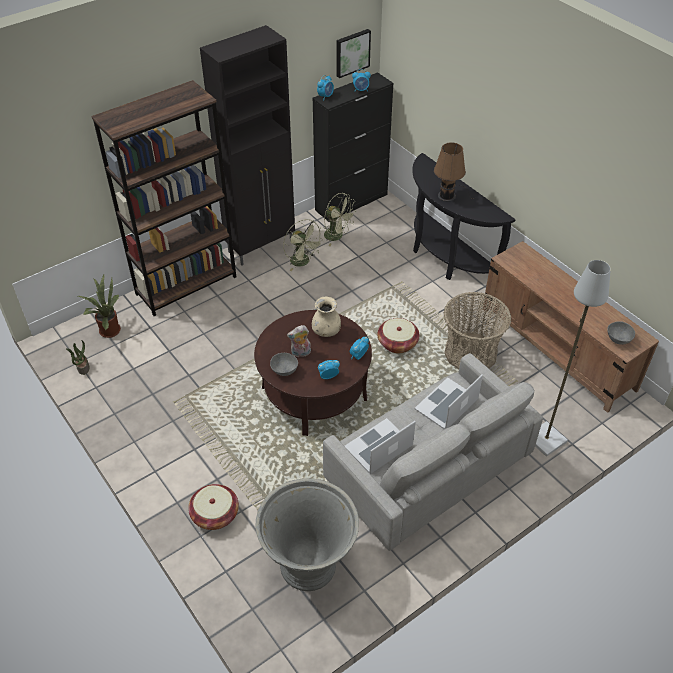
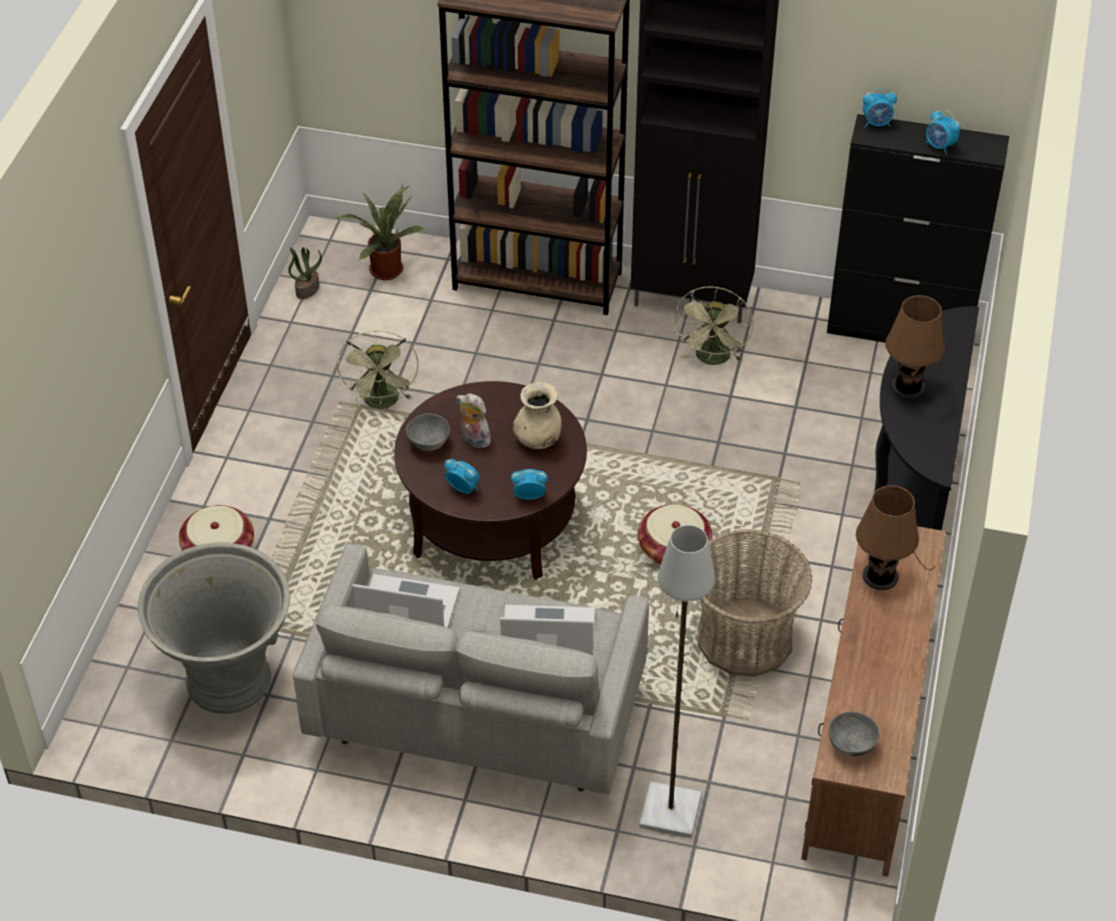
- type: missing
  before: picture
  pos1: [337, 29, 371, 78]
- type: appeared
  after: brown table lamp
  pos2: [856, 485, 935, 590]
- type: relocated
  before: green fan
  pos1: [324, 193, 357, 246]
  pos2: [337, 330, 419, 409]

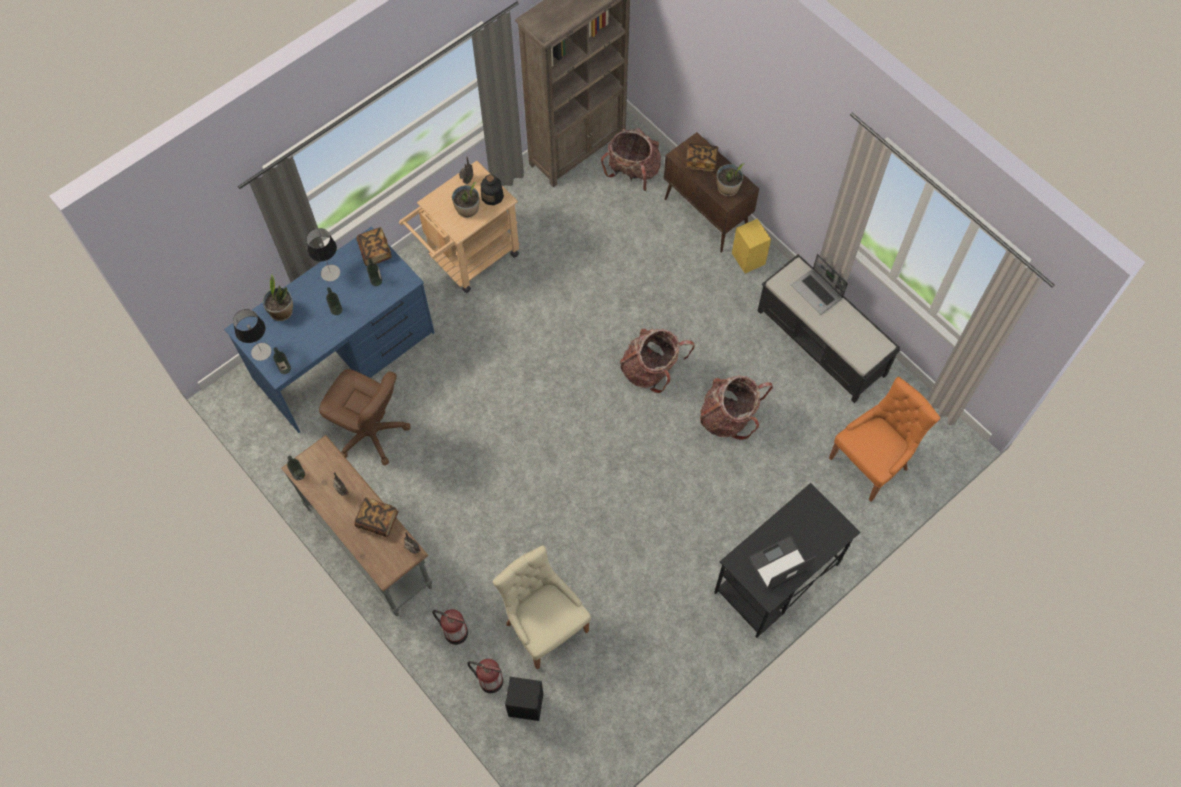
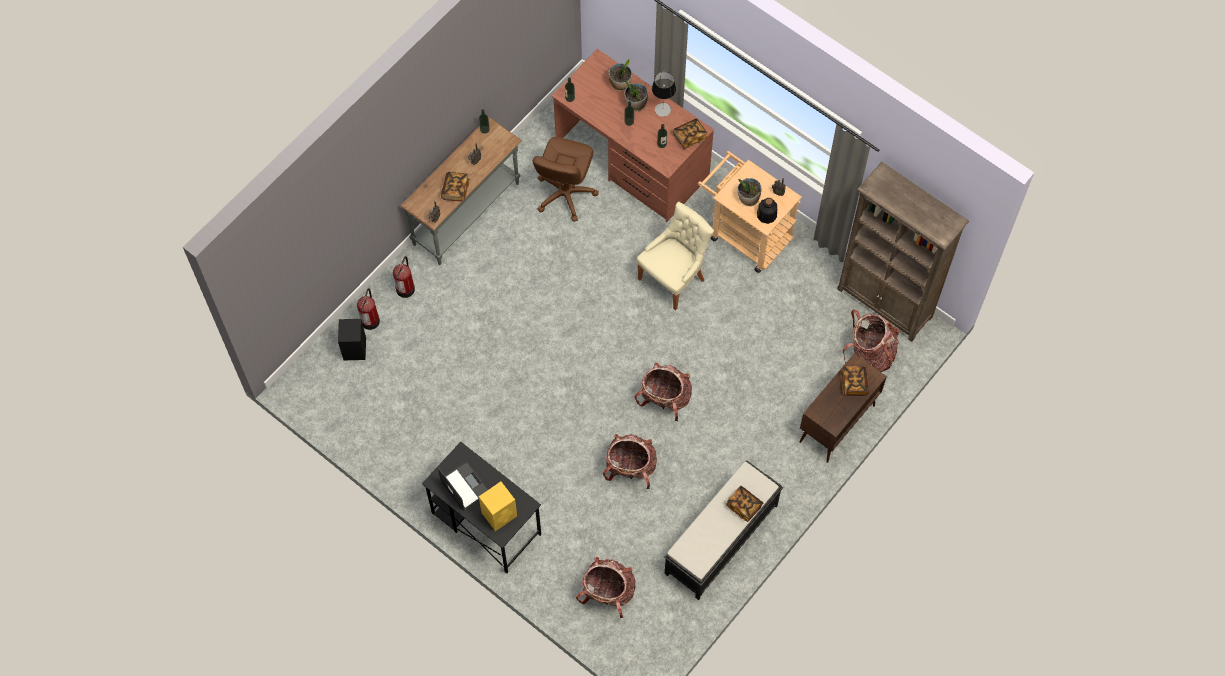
- type: missing
  before: table lamp
  pos1: [233, 309, 271, 361]
- type: relocated
  before: beige chair
  pos1: [493, 545, 591, 670]
  pos2: [637, 202, 714, 310]
- type: relocated
  before: potted plant
  pos1: [717, 163, 744, 196]
  pos2: [624, 80, 648, 111]
- type: relocated
  before: yellow speaker
  pos1: [732, 219, 771, 273]
  pos2: [479, 482, 517, 531]
- type: exchanged
  before: laptop
  after: book
  pos1: [791, 254, 848, 314]
  pos2: [726, 486, 763, 522]
- type: exchanged
  before: orange chair
  after: backpack
  pos1: [829, 377, 940, 502]
  pos2: [576, 557, 636, 618]
- type: colour
  before: blue desk
  after: brown desk
  pos1: [224, 227, 435, 433]
  pos2: [552, 49, 714, 222]

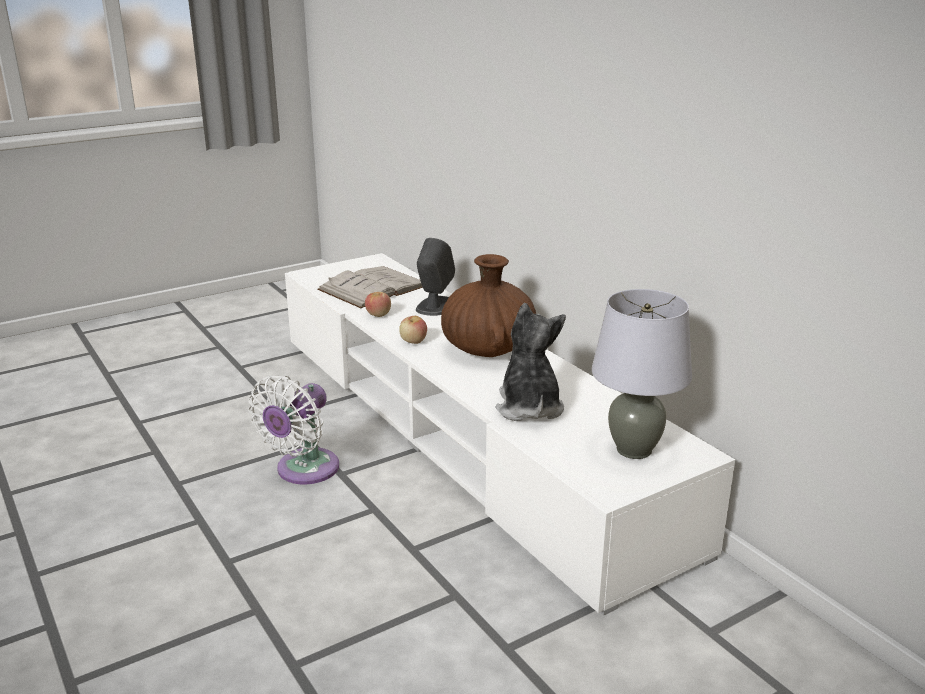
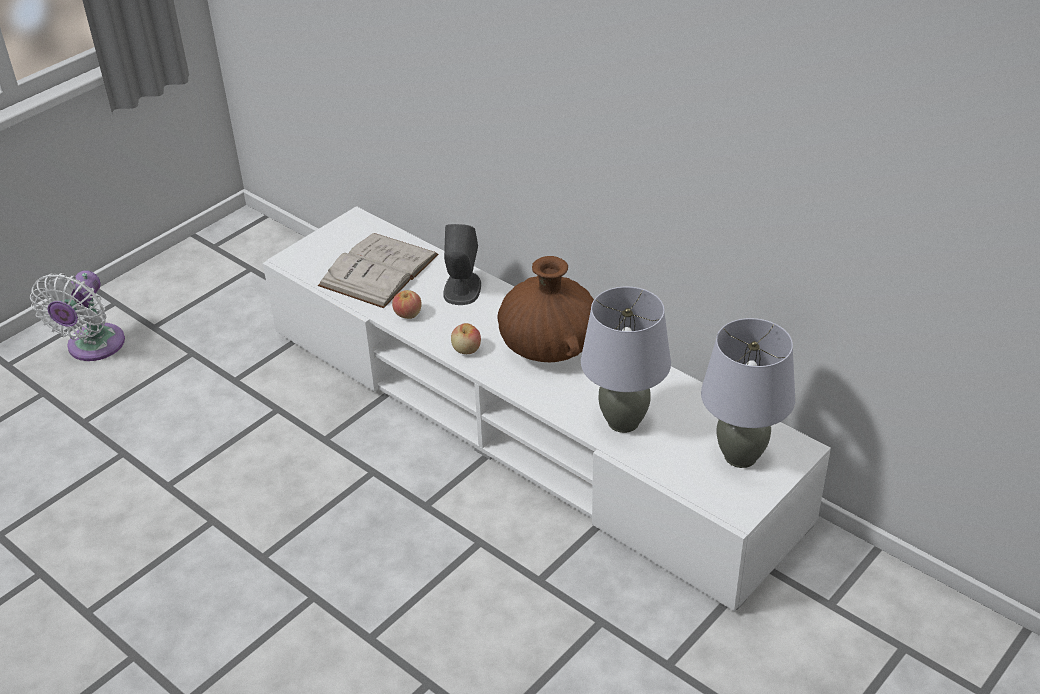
- type: relocated
  before: white fan
  pos1: [248, 375, 339, 484]
  pos2: [30, 270, 125, 361]
- type: exchanged
  before: plush toy
  after: grey table lamp
  pos1: [496, 303, 566, 421]
  pos2: [581, 287, 671, 433]

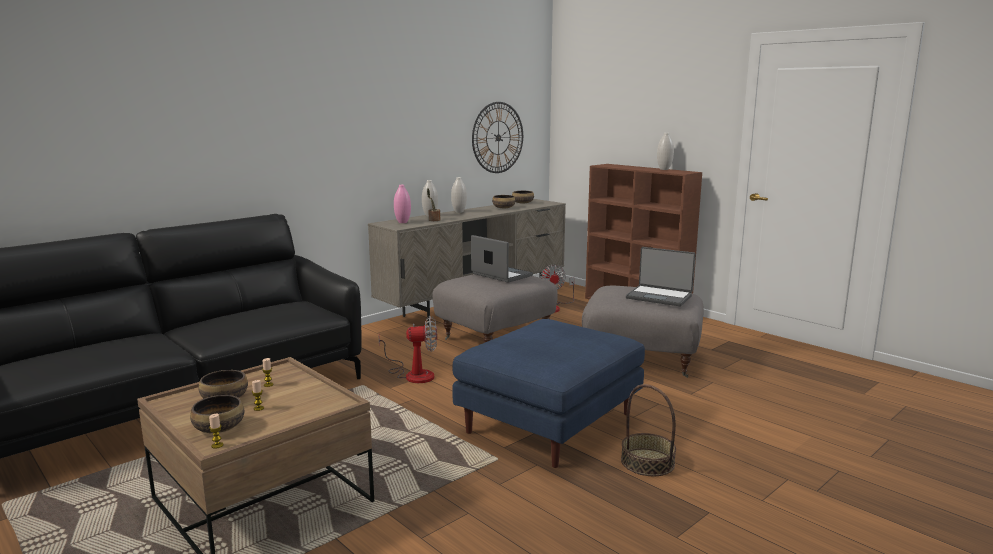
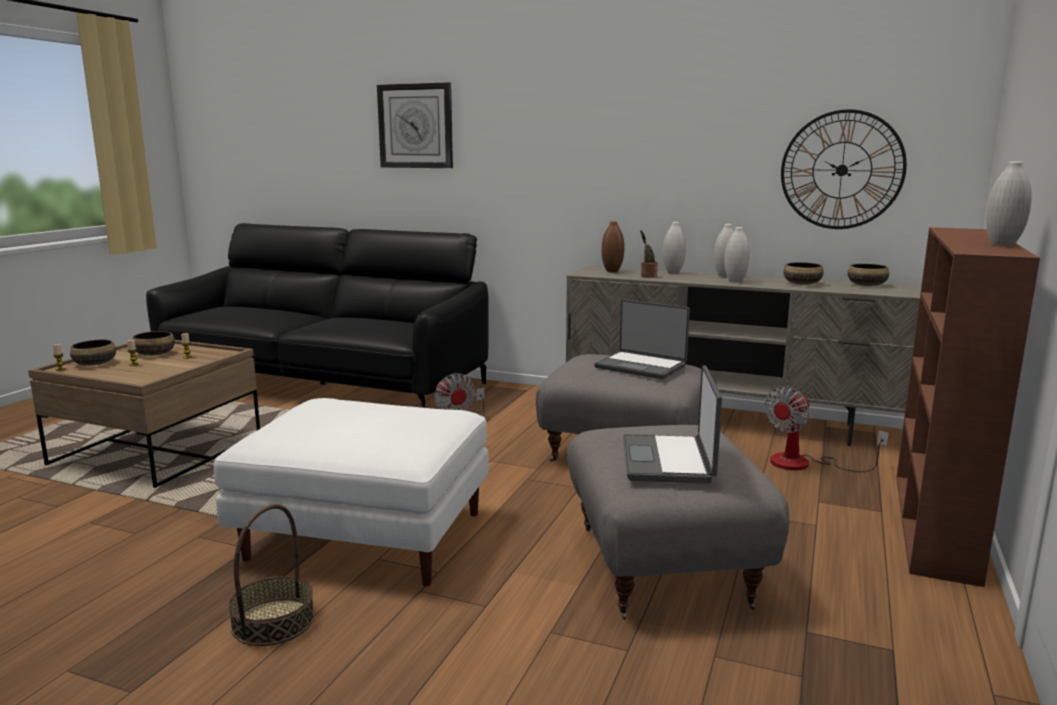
- type: appeared
  after: wall clock
  pos2: [377, 82, 453, 168]
- type: appeared
  after: white vase
  pos2: [724, 227, 750, 282]
- type: colour
  before: pink vase
  after: brown vase
  pos1: [394, 185, 411, 223]
  pos2: [602, 221, 624, 272]
- type: colour
  before: blue ottoman
  after: white ottoman
  pos1: [452, 319, 645, 468]
  pos2: [214, 398, 489, 586]
- type: spun
  before: laptop
  pos1: [471, 235, 533, 282]
  pos2: [594, 300, 690, 379]
  turn: 105

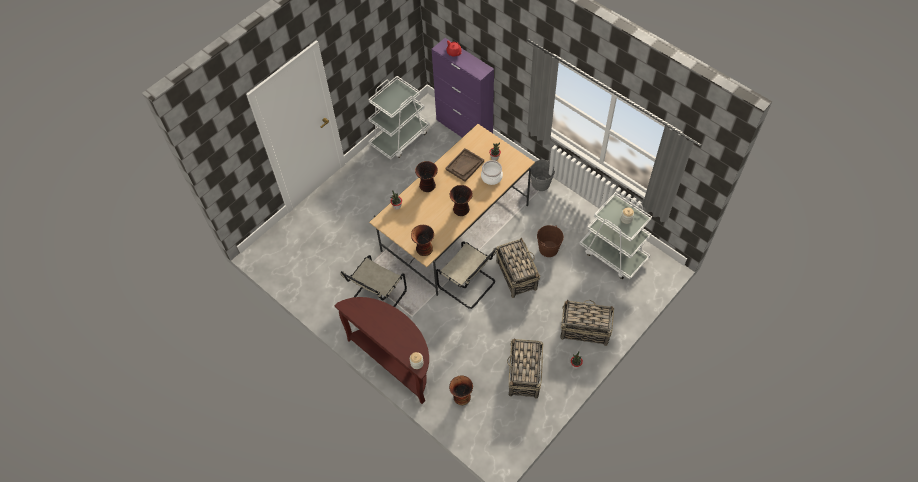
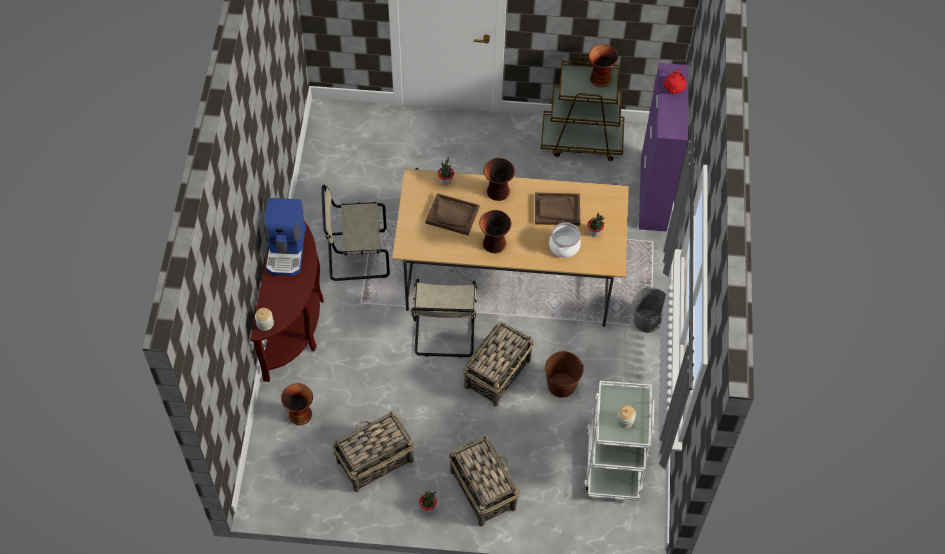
- type: appeared
  after: coffee machine
  pos2: [264, 198, 306, 277]
- type: appeared
  after: brown tray
  pos2: [425, 193, 479, 235]
- type: relocated
  before: vase
  pos1: [411, 225, 434, 256]
  pos2: [589, 45, 618, 88]
- type: colour
  before: white cart
  after: brown cart
  pos1: [368, 76, 430, 160]
  pos2: [541, 56, 624, 161]

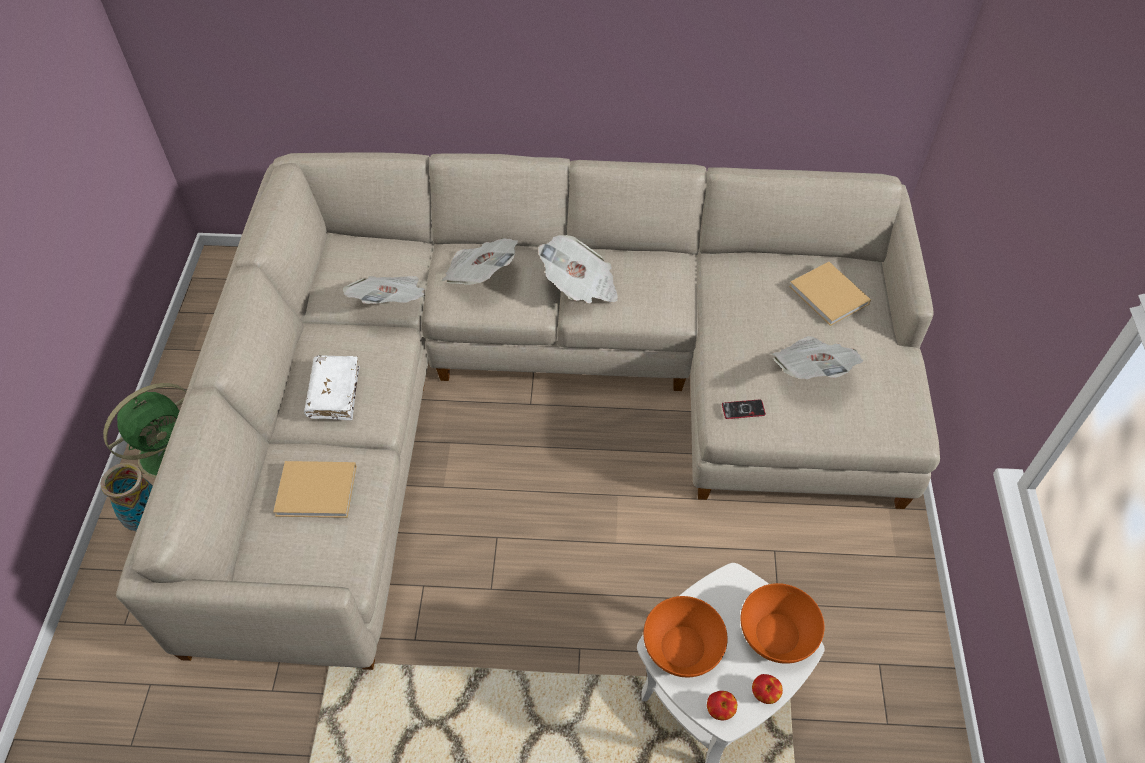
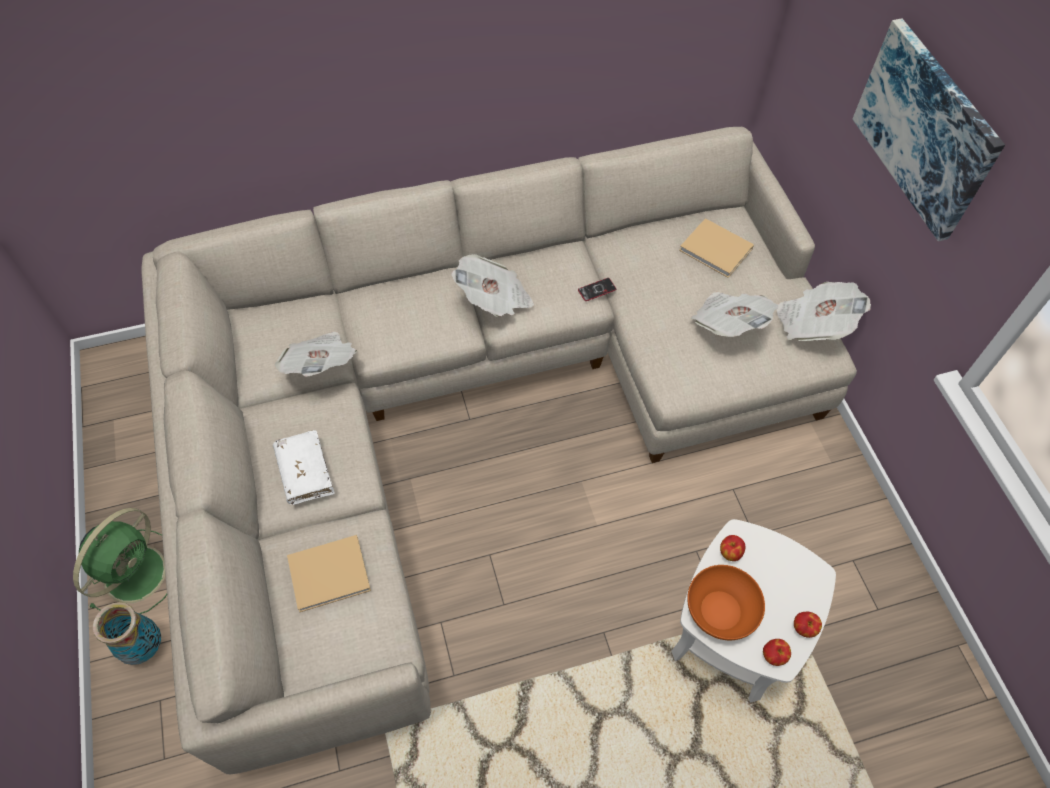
- type: missing
  before: orange bowl
  pos1: [740, 583, 824, 664]
- type: appeared
  after: apple
  pos2: [720, 535, 745, 561]
- type: appeared
  after: picture
  pos2: [853, 18, 1005, 241]
- type: relocated
  before: newspaper
  pos1: [442, 238, 518, 285]
  pos2: [777, 282, 871, 341]
- type: relocated
  before: phone
  pos1: [722, 399, 766, 419]
  pos2: [578, 278, 616, 301]

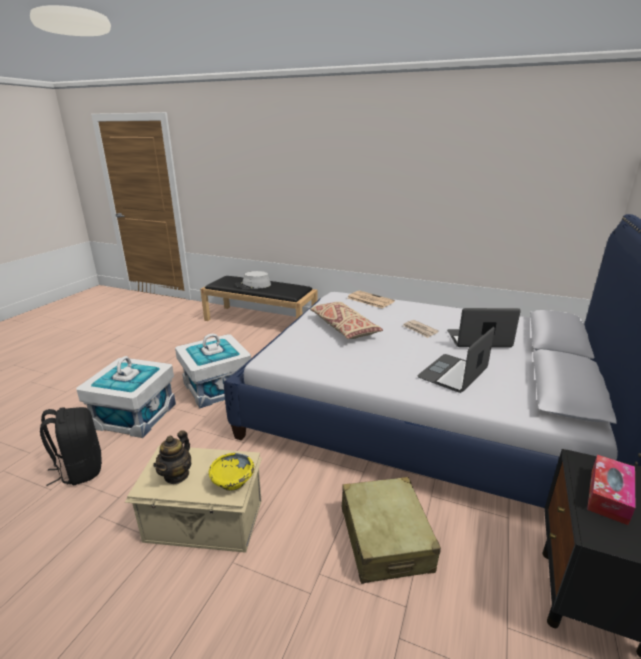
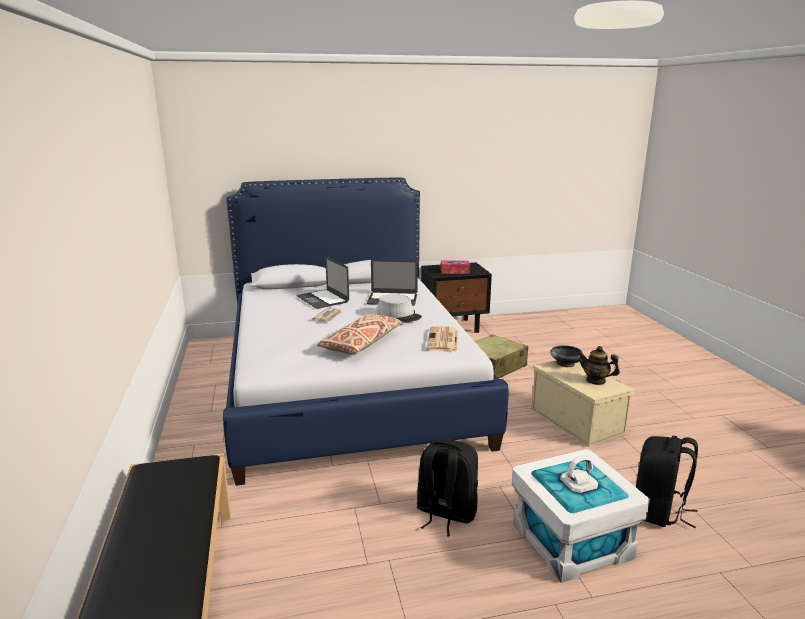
- type: relocated
  before: grey hat
  pos1: [235, 271, 271, 289]
  pos2: [376, 294, 422, 323]
- type: relocated
  before: newspaper
  pos1: [348, 291, 395, 308]
  pos2: [426, 326, 458, 352]
- type: exchanged
  before: white storage box
  after: black backpack
  pos1: [175, 334, 251, 409]
  pos2: [417, 438, 478, 537]
- type: colour
  before: yellow bowl
  after: black bowl
  pos1: [209, 453, 254, 491]
  pos2: [550, 345, 583, 367]
- type: spun
  before: teapot
  pos1: [153, 430, 191, 484]
  pos2: [578, 346, 620, 385]
  turn: -135

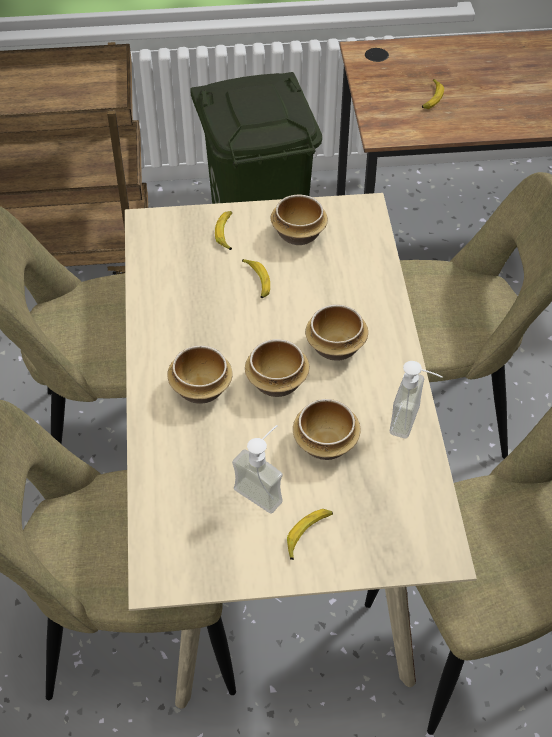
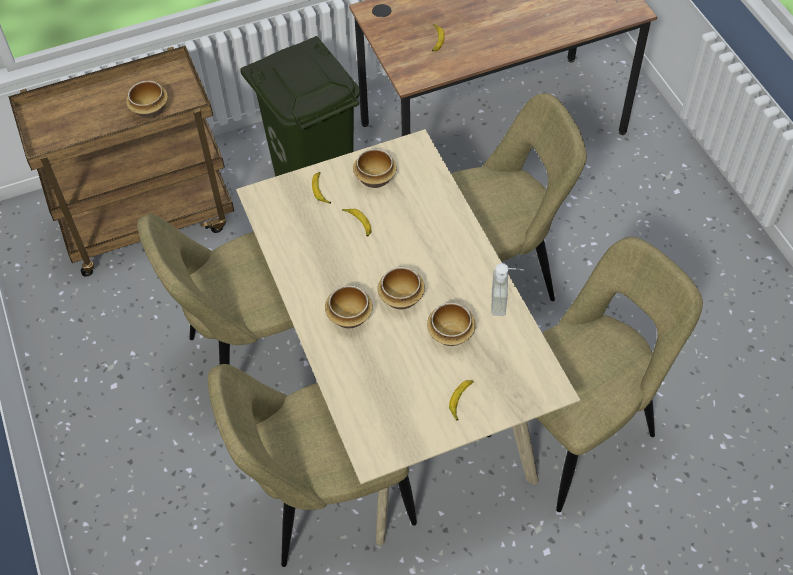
- type: missing
  before: soap dispenser
  pos1: [232, 425, 283, 514]
- type: relocated
  before: bowl
  pos1: [305, 304, 368, 361]
  pos2: [126, 81, 168, 118]

